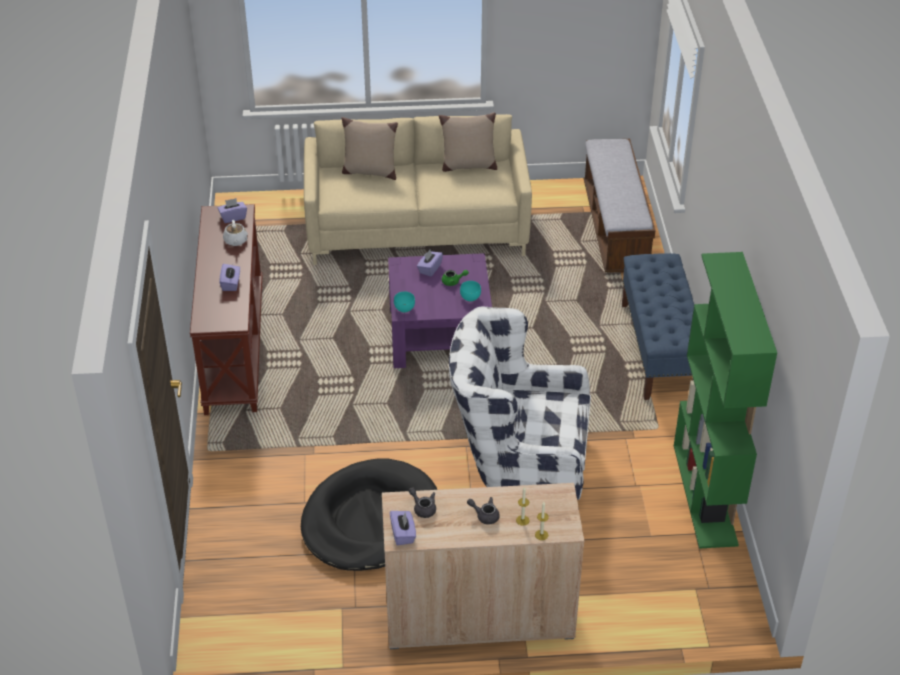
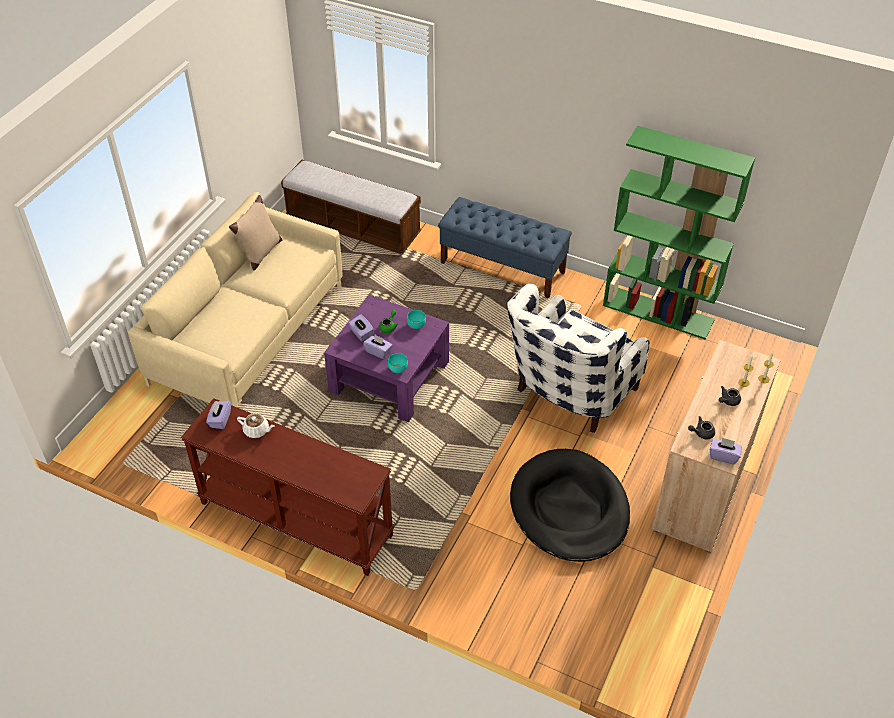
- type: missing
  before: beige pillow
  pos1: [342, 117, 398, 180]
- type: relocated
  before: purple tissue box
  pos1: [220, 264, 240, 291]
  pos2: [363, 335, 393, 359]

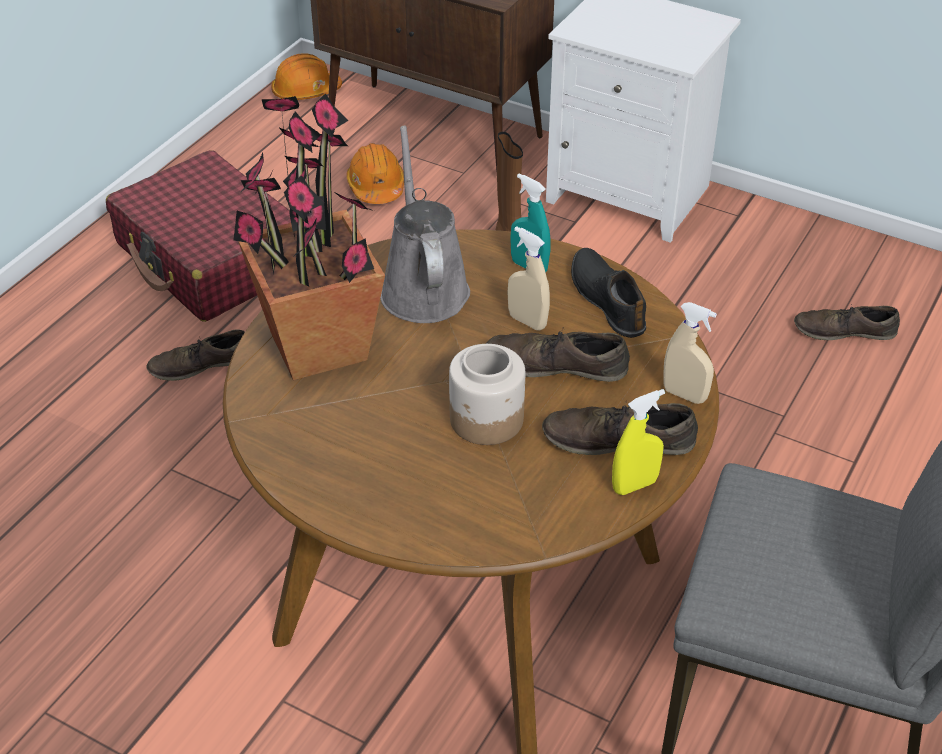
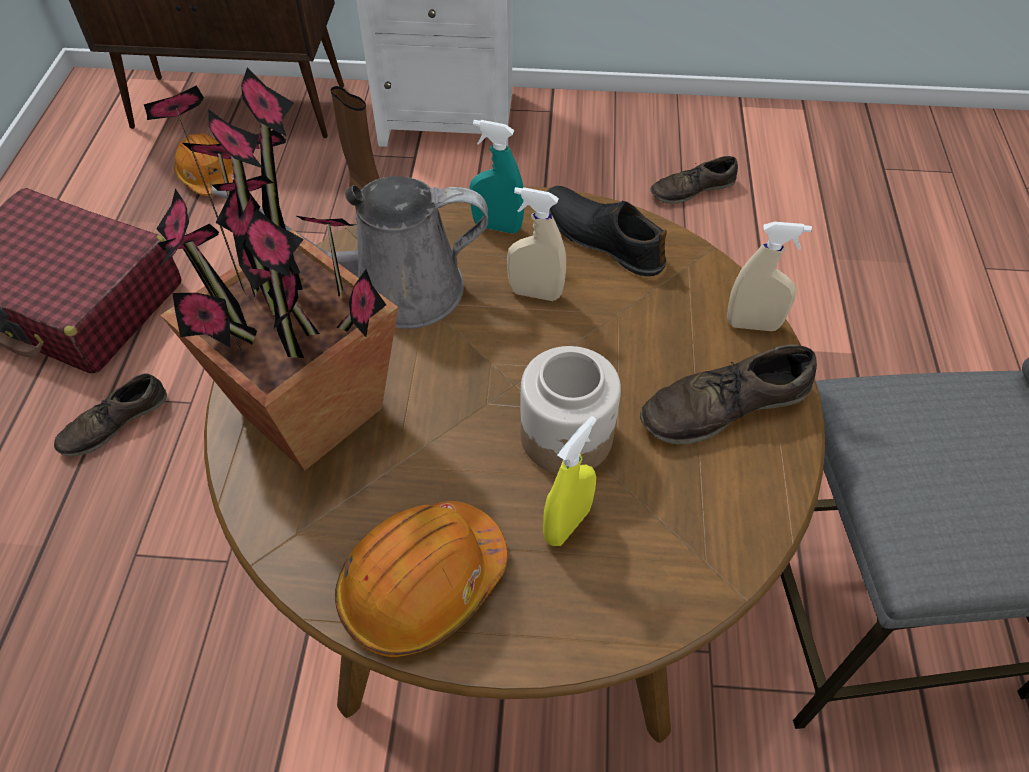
- type: missing
  before: brown shoe
  pos1: [486, 329, 630, 382]
- type: relocated
  before: orange hard hat
  pos1: [271, 53, 342, 100]
  pos2: [335, 501, 508, 657]
- type: relocated
  before: yellow spray bottle
  pos1: [612, 389, 665, 495]
  pos2: [543, 416, 597, 546]
- type: spun
  before: grey watering can
  pos1: [380, 126, 470, 323]
  pos2: [211, 176, 488, 329]
  turn: -60

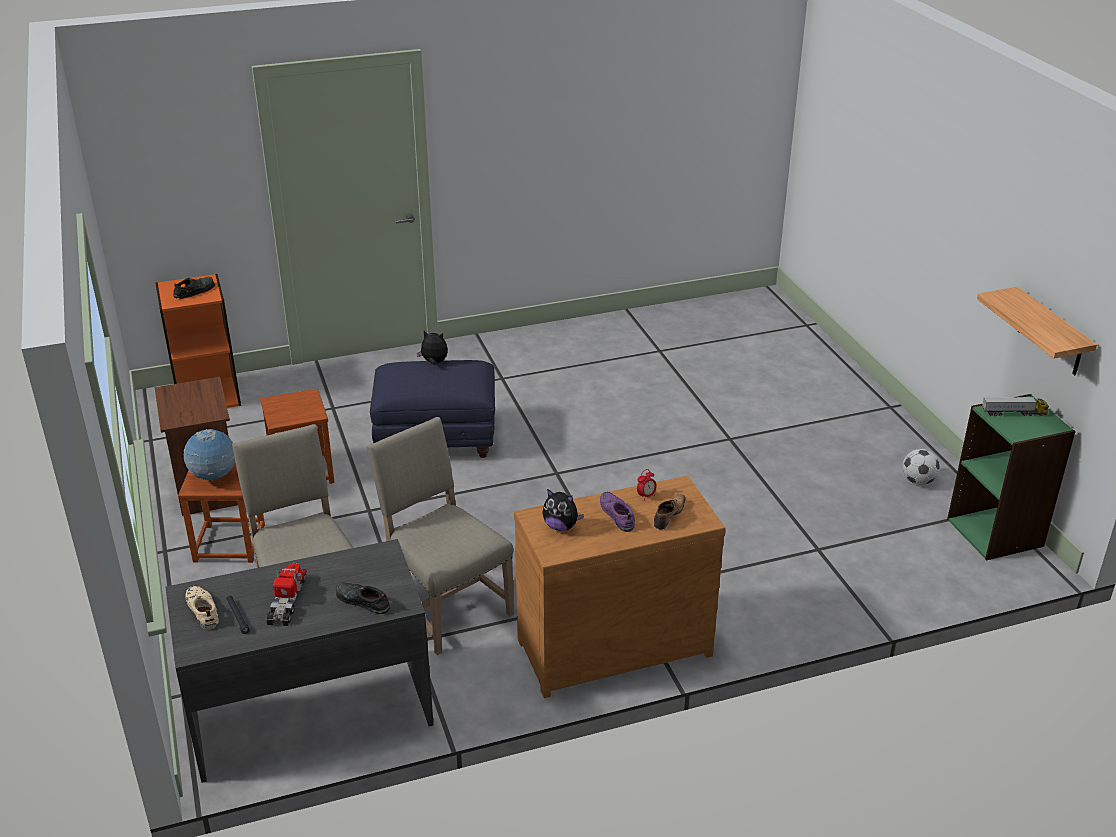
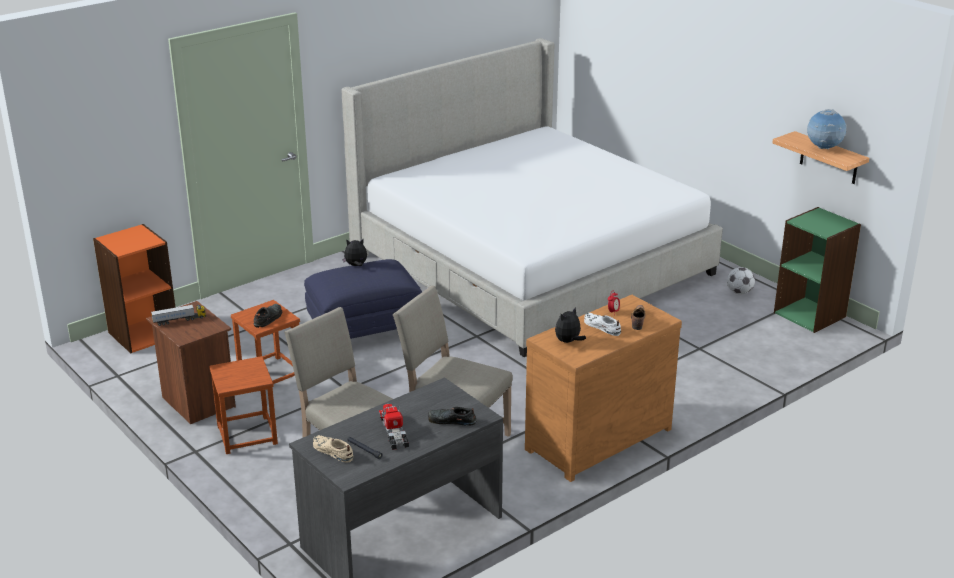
- type: appeared
  after: bed
  pos2: [341, 38, 723, 357]
- type: relocated
  before: black shoe
  pos1: [173, 277, 215, 299]
  pos2: [254, 304, 282, 328]
- type: relocated
  before: globe
  pos1: [184, 429, 235, 481]
  pos2: [807, 109, 847, 149]
- type: relocated
  before: toy truck
  pos1: [982, 397, 1049, 416]
  pos2: [151, 305, 206, 326]
- type: colour
  before: purple shoe
  after: white shoe
  pos1: [600, 492, 635, 532]
  pos2: [584, 313, 621, 336]
- type: spun
  before: plush toy
  pos1: [542, 489, 584, 531]
  pos2: [555, 307, 586, 343]
  turn: 135

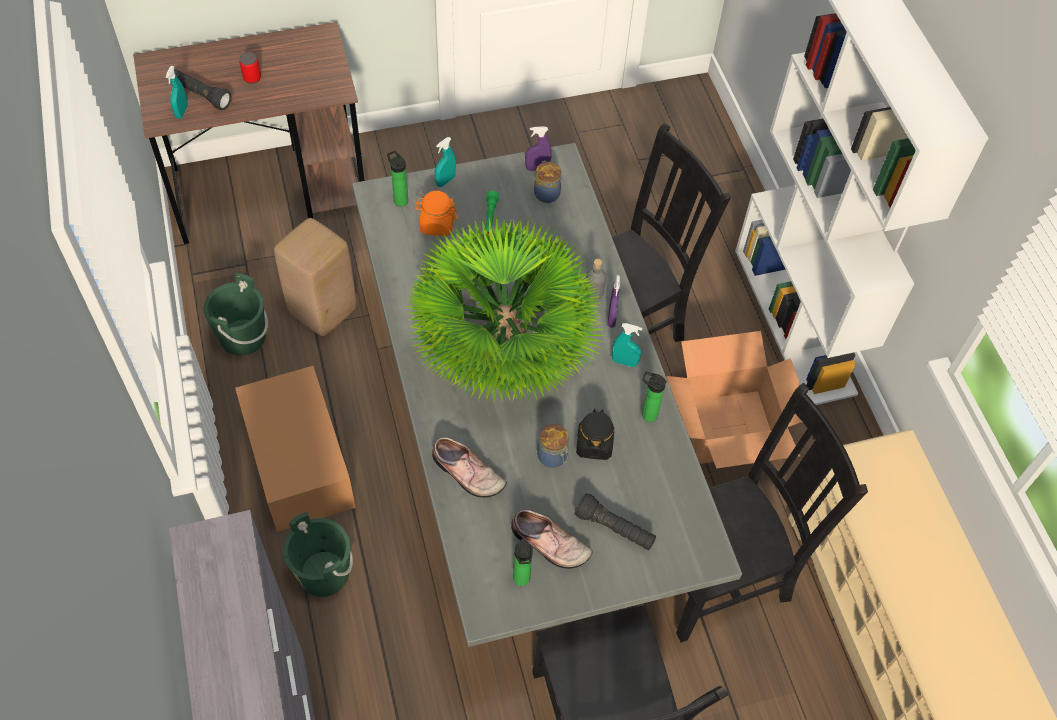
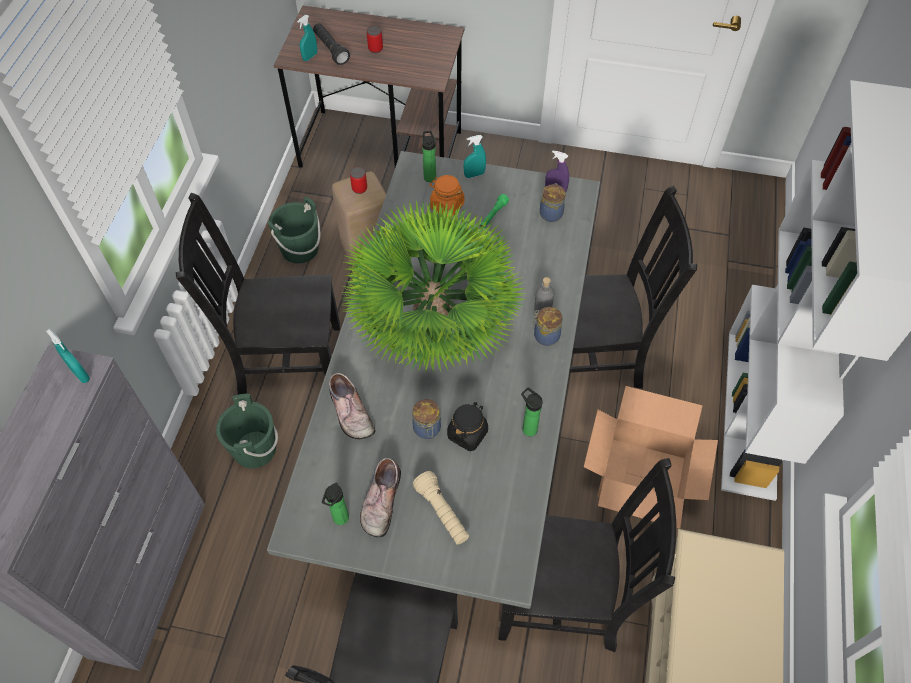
- type: appeared
  after: can
  pos2: [350, 167, 367, 194]
- type: relocated
  before: turquoise spray bottle
  pos1: [612, 323, 642, 367]
  pos2: [46, 329, 90, 383]
- type: exchanged
  before: cardboard box
  after: black chair
  pos1: [235, 366, 356, 532]
  pos2: [176, 193, 340, 395]
- type: exchanged
  before: purple spray bottle
  after: jar
  pos1: [608, 275, 620, 328]
  pos2: [533, 307, 562, 346]
- type: colour
  before: black flashlight
  after: beige flashlight
  pos1: [575, 493, 656, 550]
  pos2: [413, 471, 469, 544]
- type: spun
  before: shoe
  pos1: [511, 510, 593, 569]
  pos2: [360, 458, 401, 538]
  turn: 45

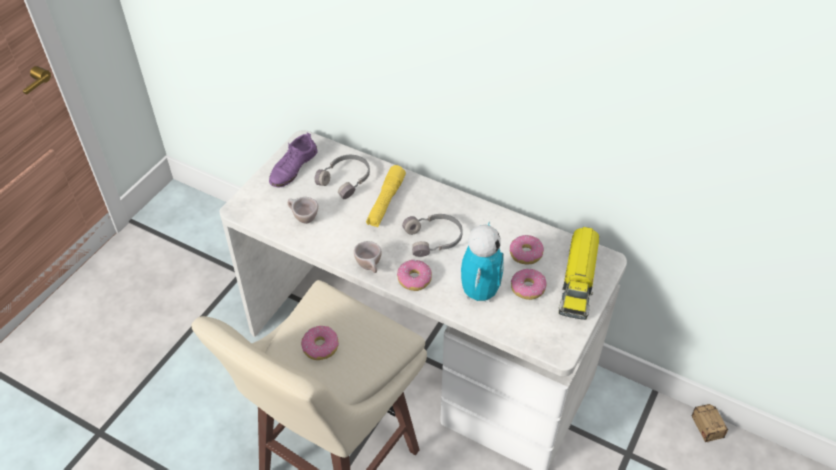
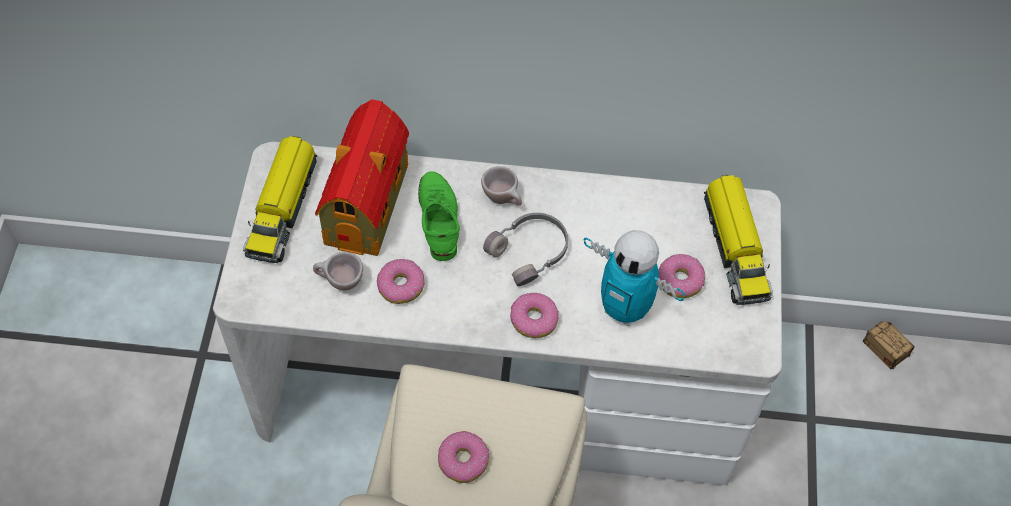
- type: relocated
  before: beige cup
  pos1: [354, 241, 381, 273]
  pos2: [481, 166, 522, 206]
- type: relocated
  before: donut
  pos1: [510, 235, 544, 264]
  pos2: [377, 259, 425, 304]
- type: exchanged
  before: purple shoe
  after: toy truck
  pos1: [269, 133, 318, 187]
  pos2: [243, 136, 317, 263]
- type: exchanged
  before: grey headphones
  after: toy house
  pos1: [315, 155, 370, 199]
  pos2: [315, 99, 409, 256]
- type: exchanged
  before: yellow flashlight
  after: green shoe
  pos1: [366, 165, 406, 227]
  pos2: [418, 172, 460, 261]
- type: spun
  before: toy robot
  pos1: [461, 222, 504, 303]
  pos2: [583, 230, 685, 326]
  turn: 135

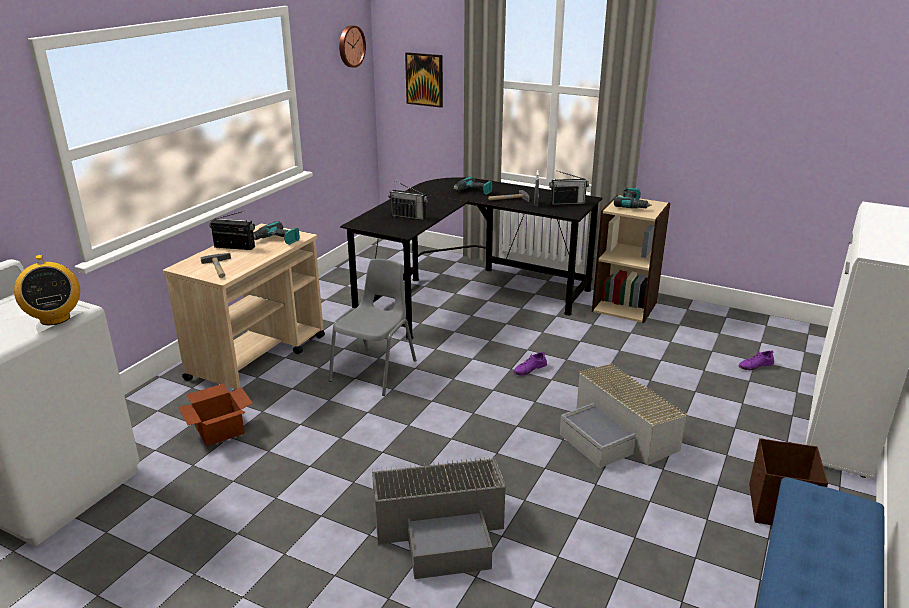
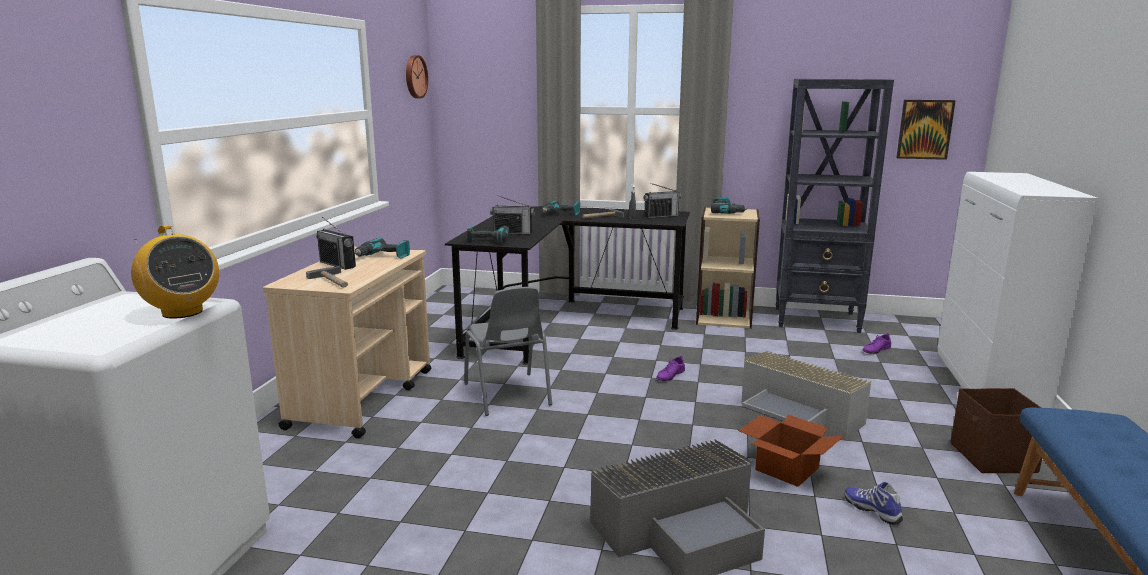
- type: appeared
  after: power drill
  pos2: [467, 226, 509, 243]
- type: appeared
  after: black bookcase
  pos2: [776, 79, 894, 333]
- type: appeared
  after: shoe
  pos2: [844, 482, 903, 525]
- type: relocated
  before: cardboard box
  pos1: [178, 384, 253, 446]
  pos2: [738, 415, 844, 487]
- type: relocated
  before: picture
  pos1: [405, 52, 443, 108]
  pos2: [896, 100, 956, 160]
- type: spun
  before: radio
  pos1: [209, 211, 255, 250]
  pos2: [316, 217, 356, 270]
  turn: -135
- type: spun
  before: grey chair
  pos1: [329, 259, 416, 396]
  pos2: [464, 287, 552, 416]
  turn: 150

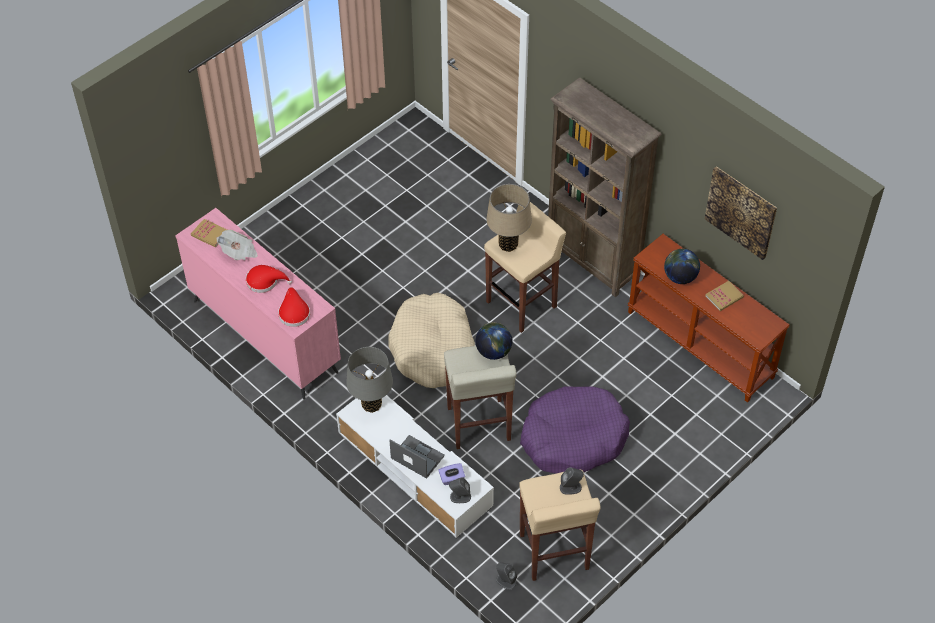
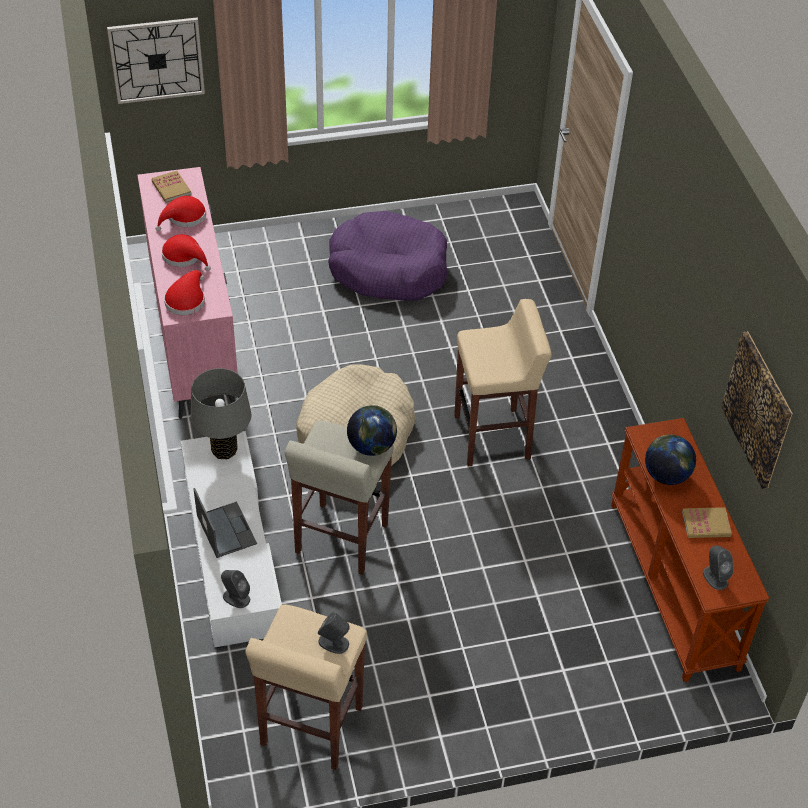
- type: missing
  before: purple tissue box
  pos1: [438, 463, 465, 485]
- type: missing
  before: beige table lamp
  pos1: [486, 184, 532, 252]
- type: missing
  before: brown bookcase
  pos1: [548, 78, 661, 297]
- type: appeared
  after: wall clock
  pos2: [107, 17, 205, 104]
- type: relocated
  before: grey speaker
  pos1: [496, 562, 517, 590]
  pos2: [703, 545, 733, 590]
- type: relocated
  before: purple dog bed
  pos1: [520, 386, 630, 474]
  pos2: [328, 211, 447, 301]
- type: exchanged
  before: newspaper
  after: red hat
  pos1: [216, 230, 258, 260]
  pos2: [155, 196, 206, 231]

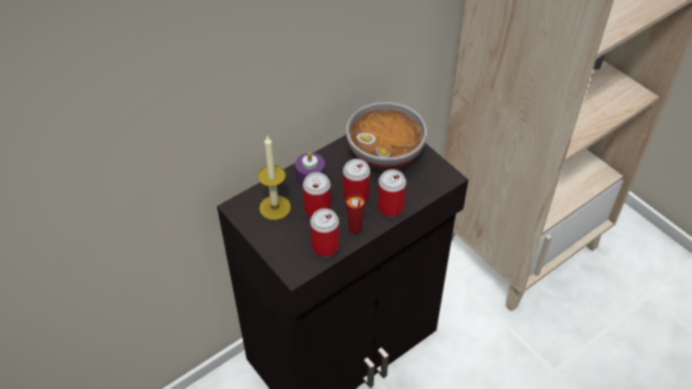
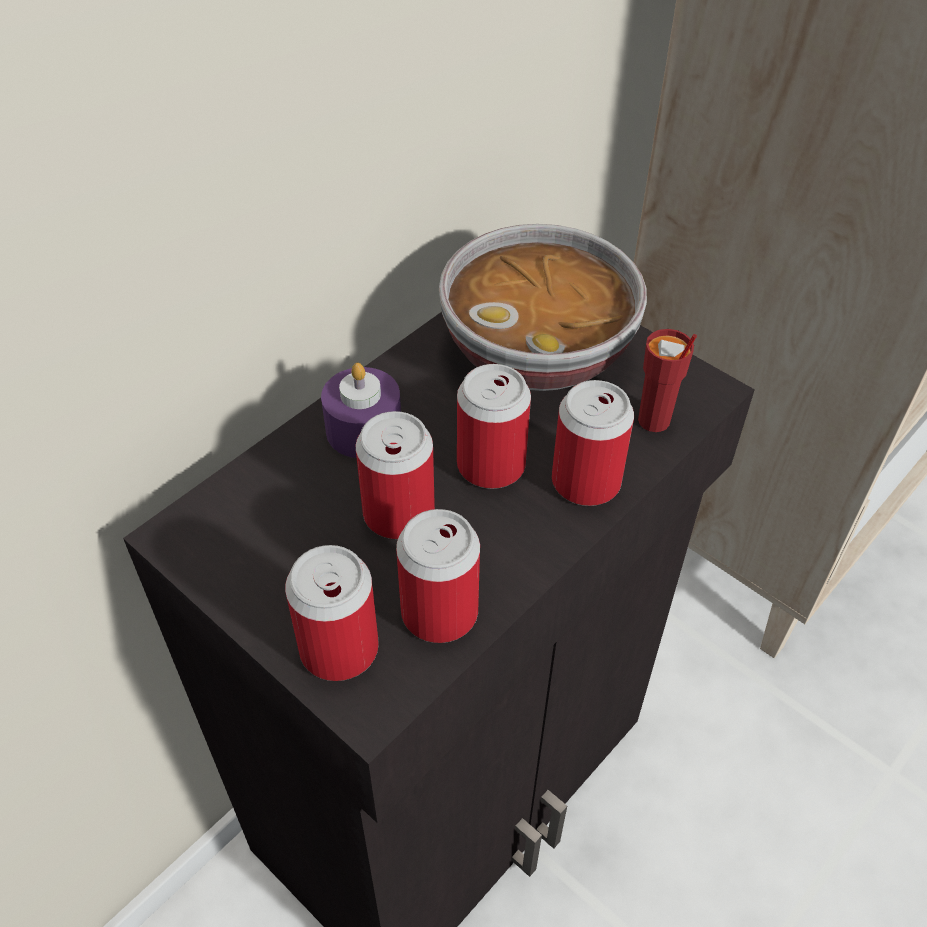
- type: missing
  before: candle
  pos1: [258, 135, 291, 220]
- type: appeared
  after: can
  pos2: [285, 545, 379, 681]
- type: relocated
  before: red cup
  pos1: [346, 194, 365, 234]
  pos2: [638, 329, 697, 432]

